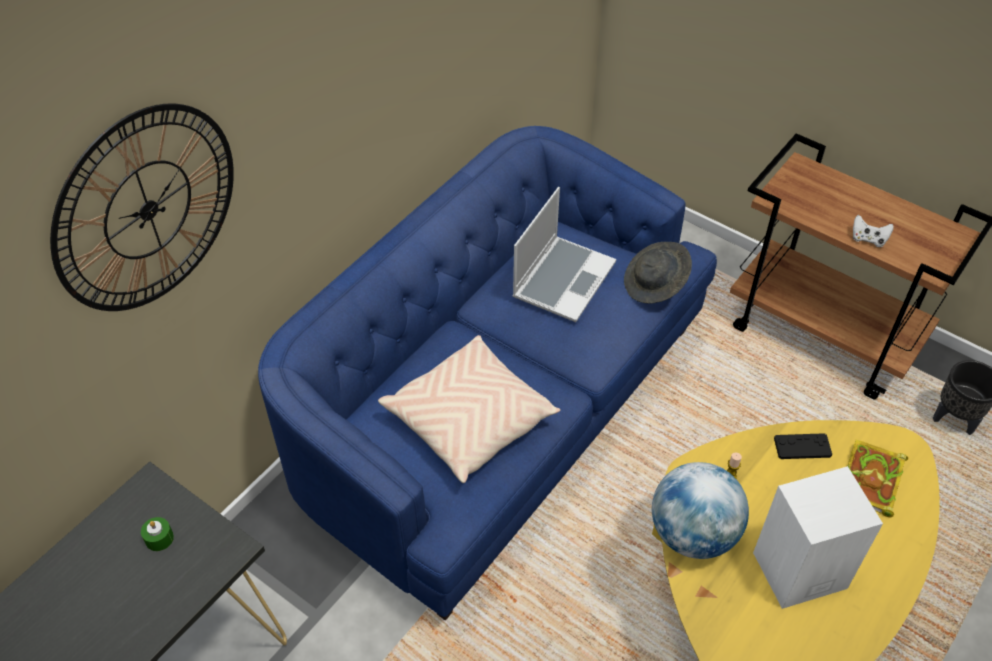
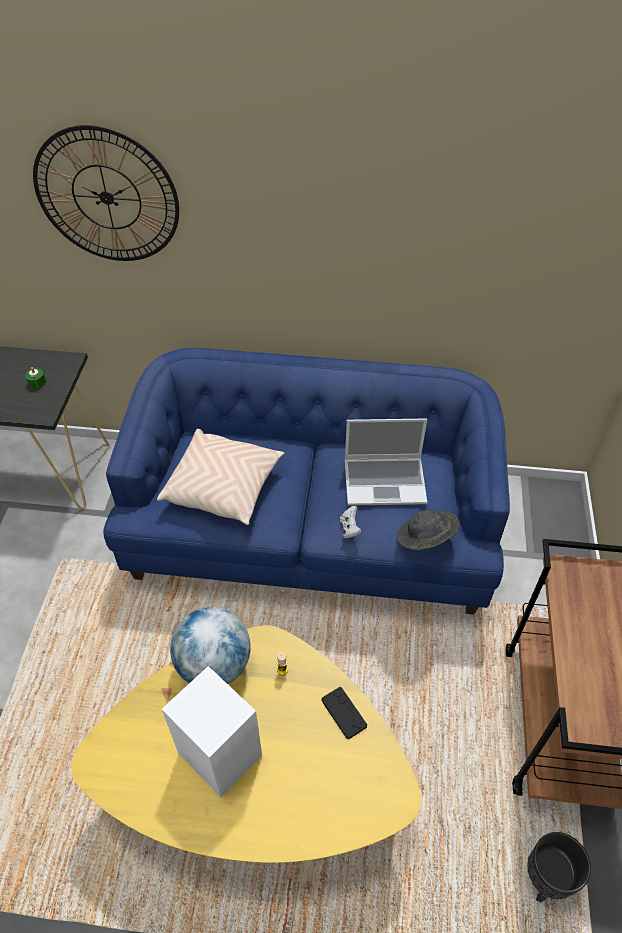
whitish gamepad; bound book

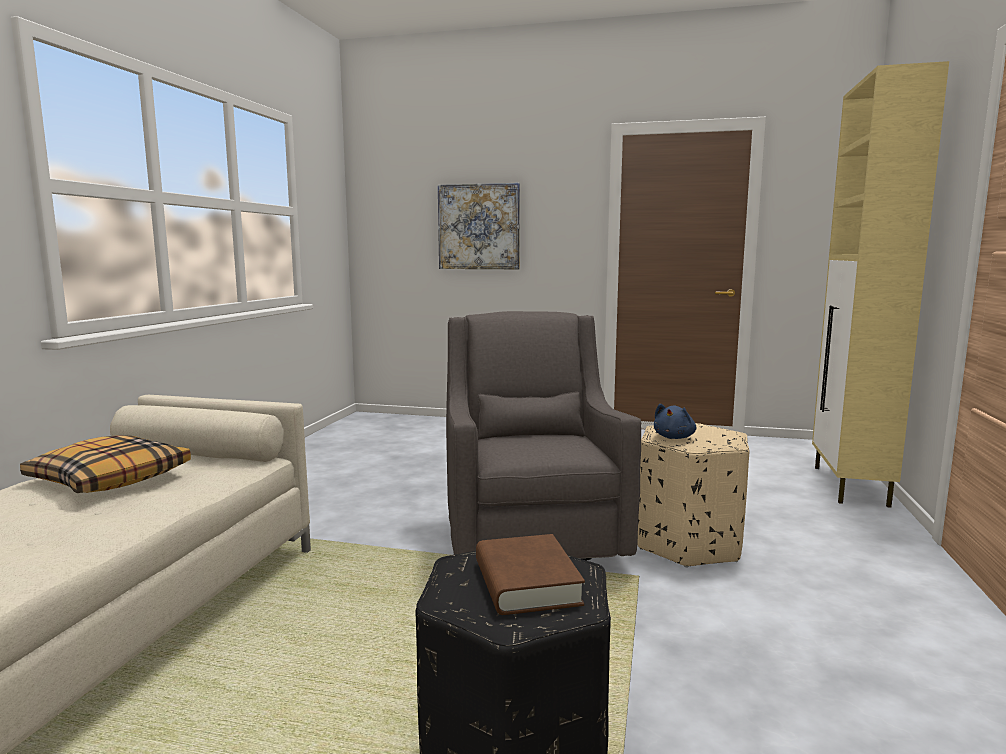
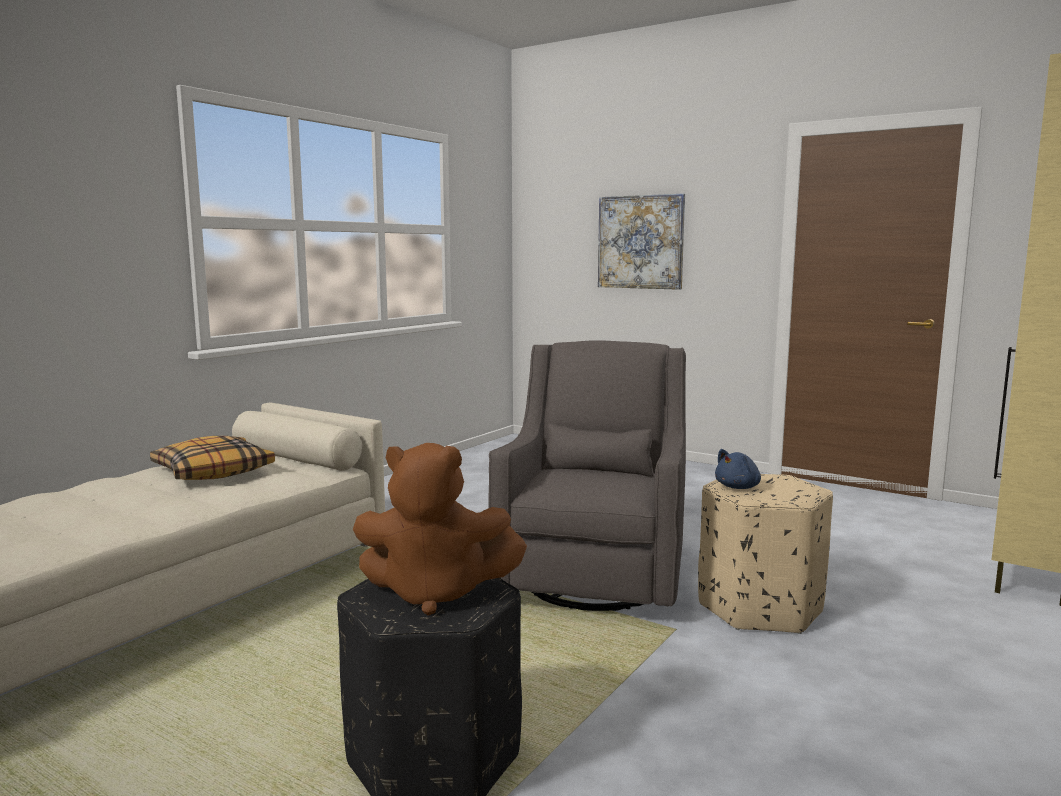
brown-coloured soft toy

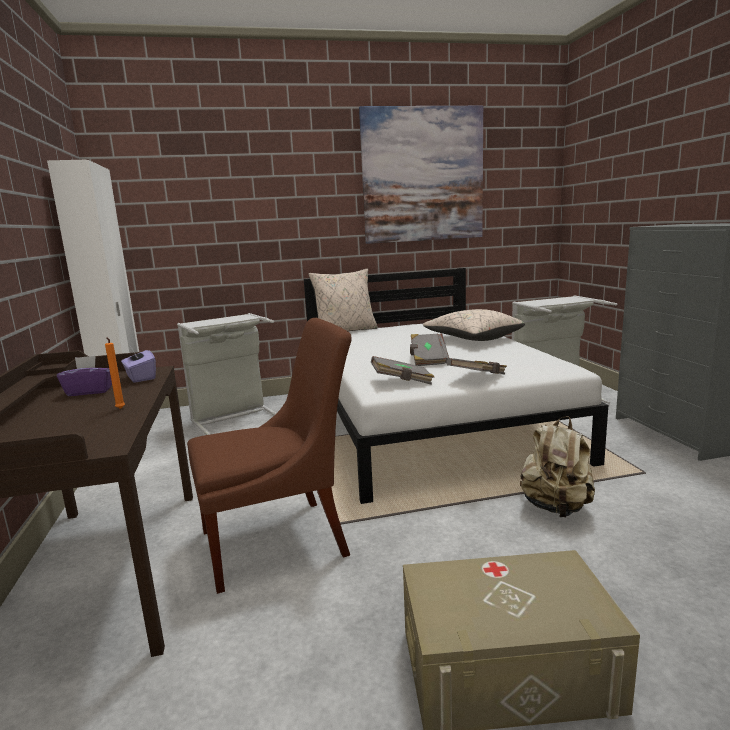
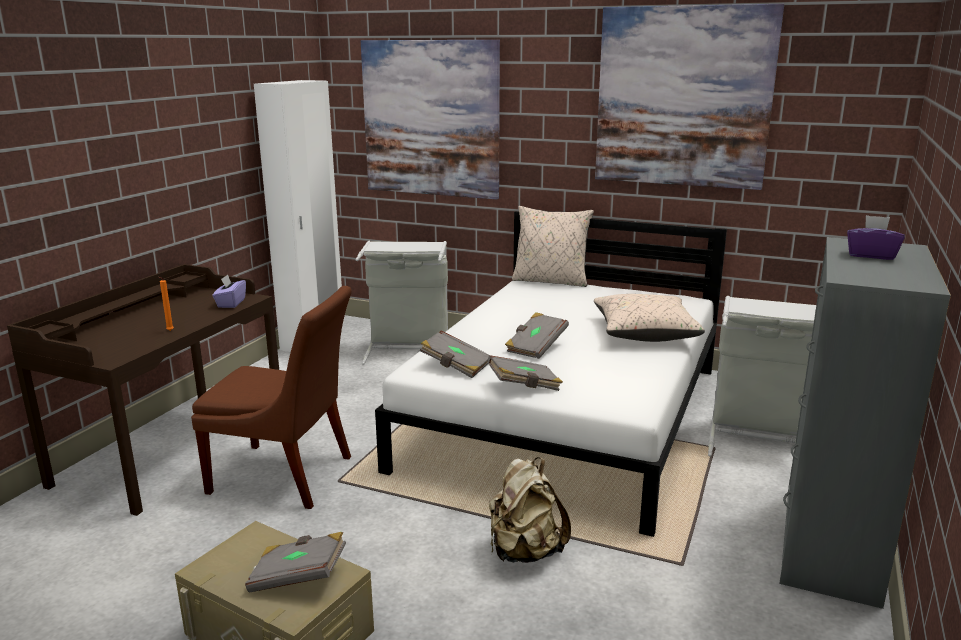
purple-coloured box of tissues (2nd from left); wall art (1st from left); grey bound book (1st from left)

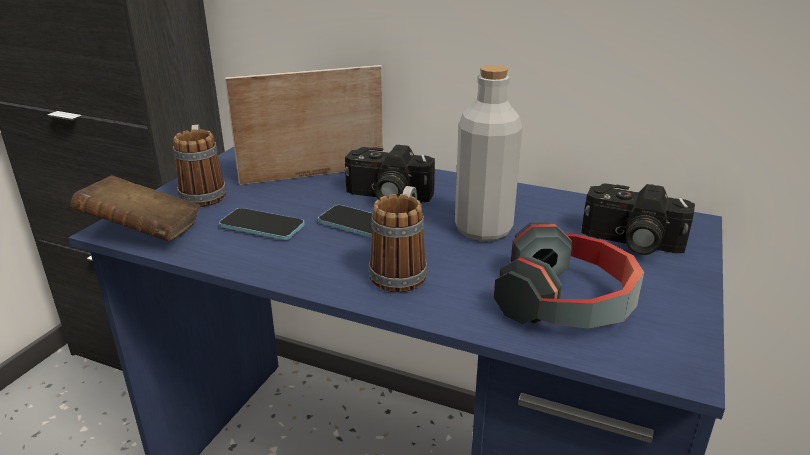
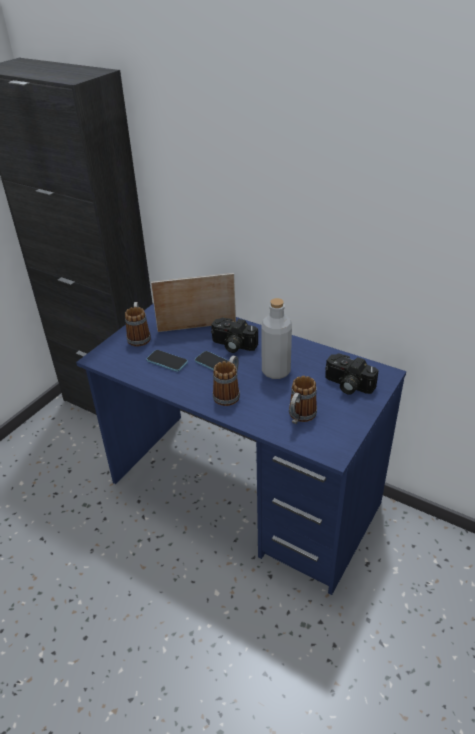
brown-coloured bound book; mug (3rd from left)

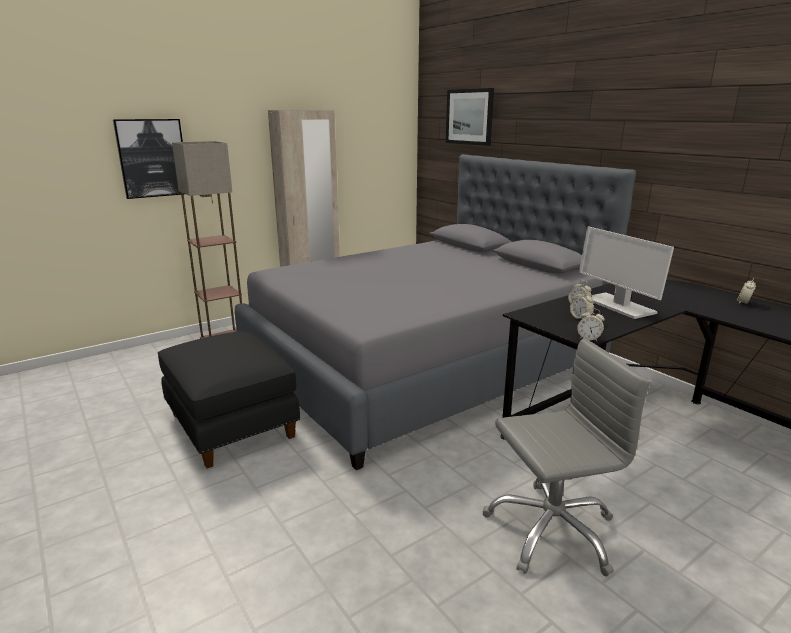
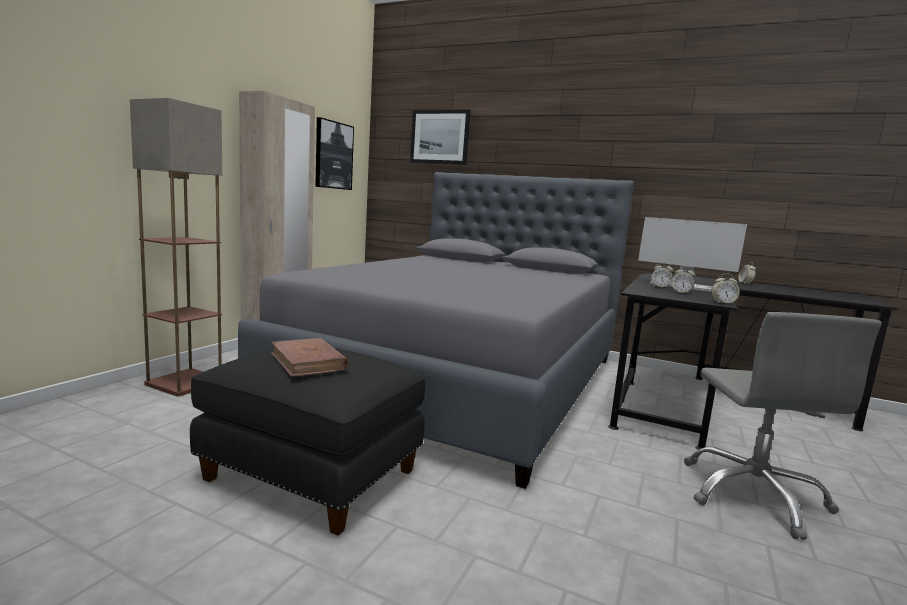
wall art (1st from left); grey computer chair; brown-coloured bound book

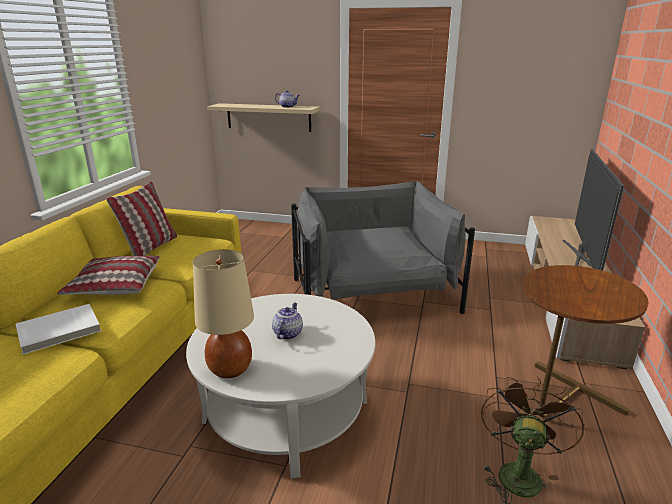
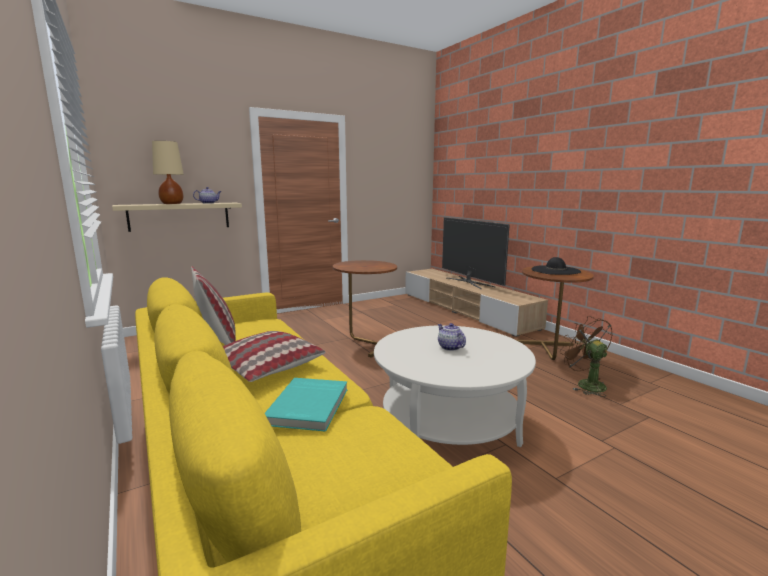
brown-coloured accent table (1st from left); sand-coloured lamp for a table; blue-green bound book; black wearable hat

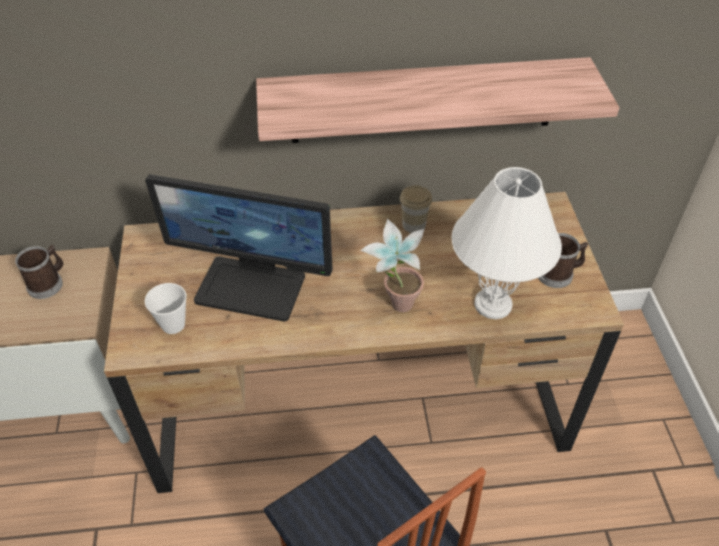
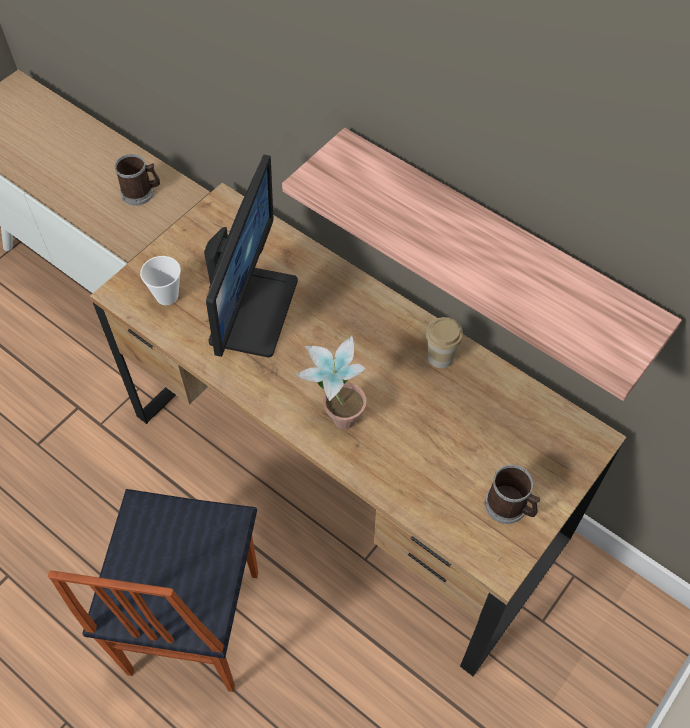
whitish lamp for a table; monitor

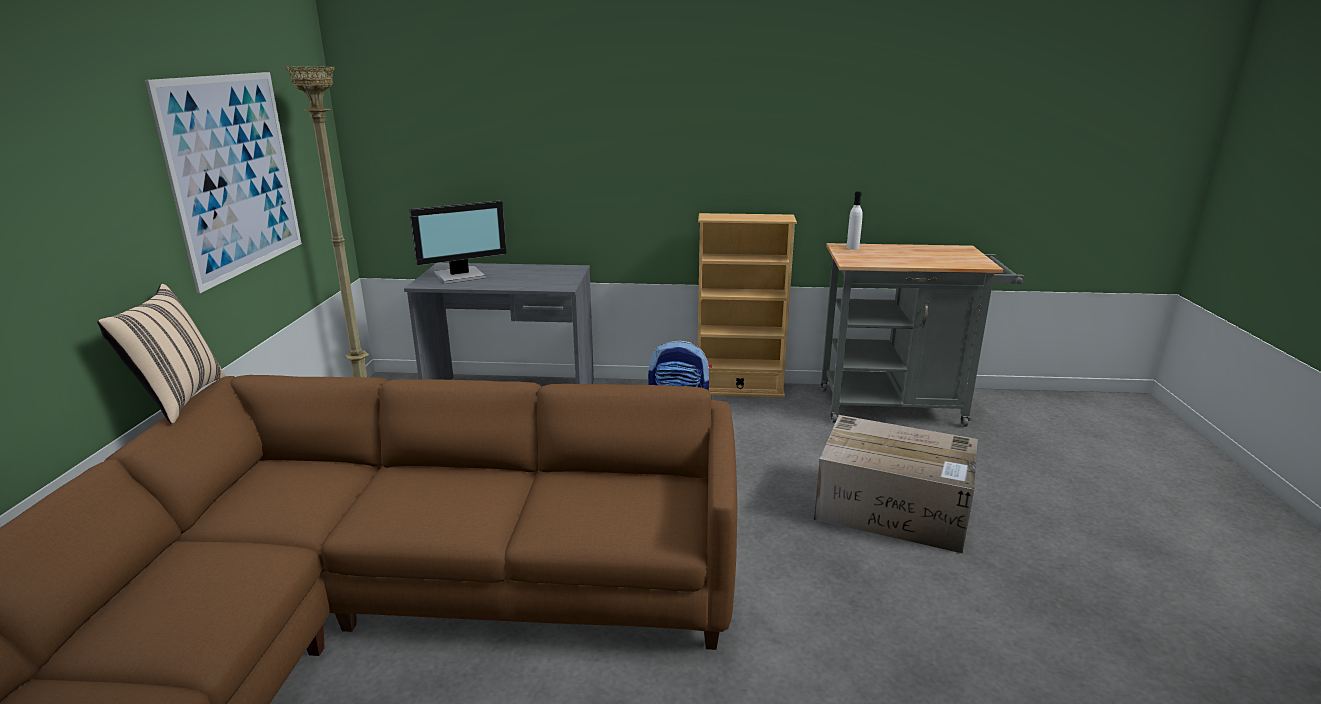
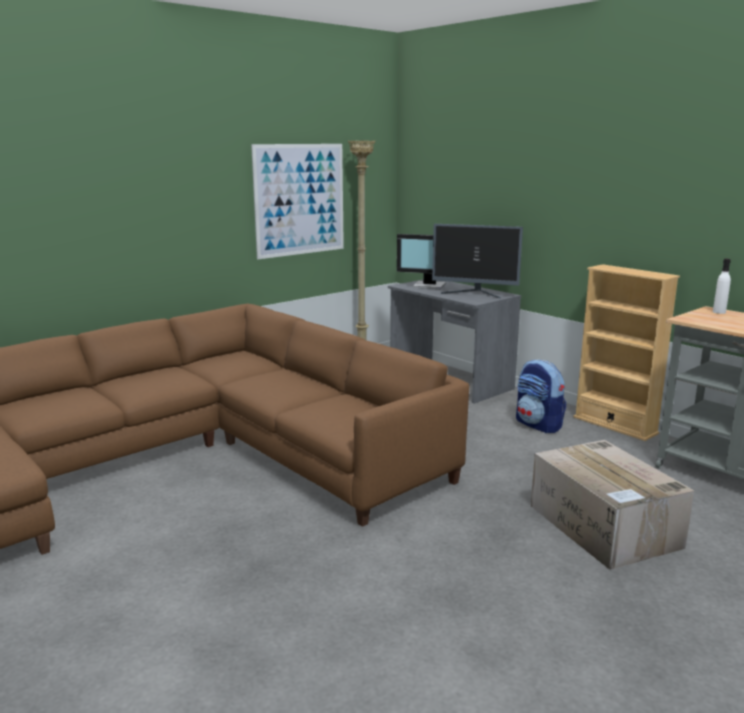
sand-coloured throw pillow; monitor (2nd from left)

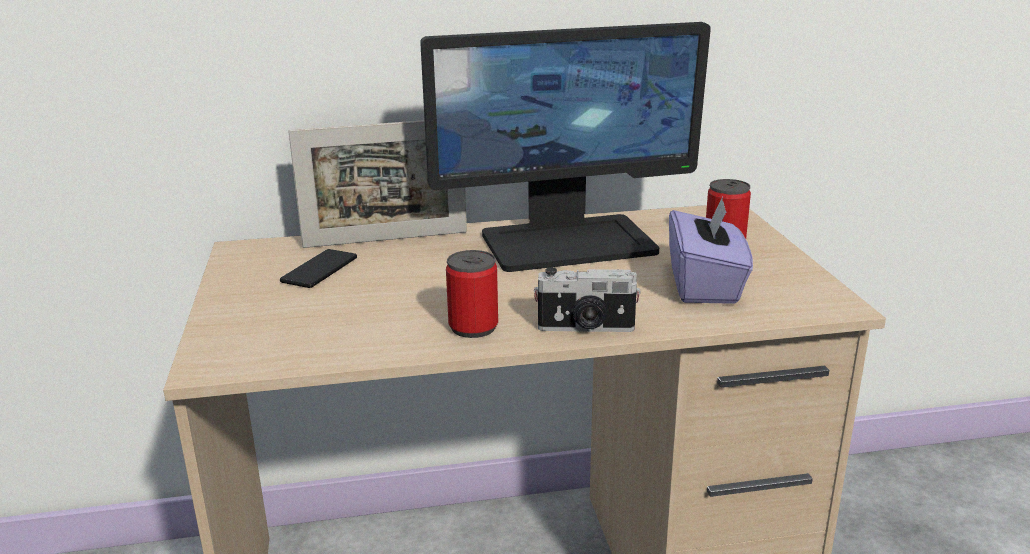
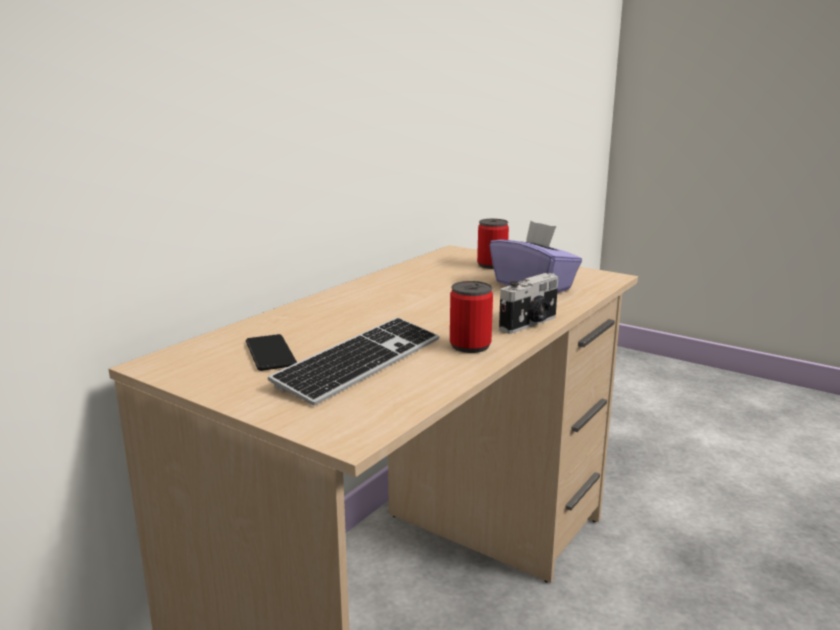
monitor; photo frame; PC keyboard

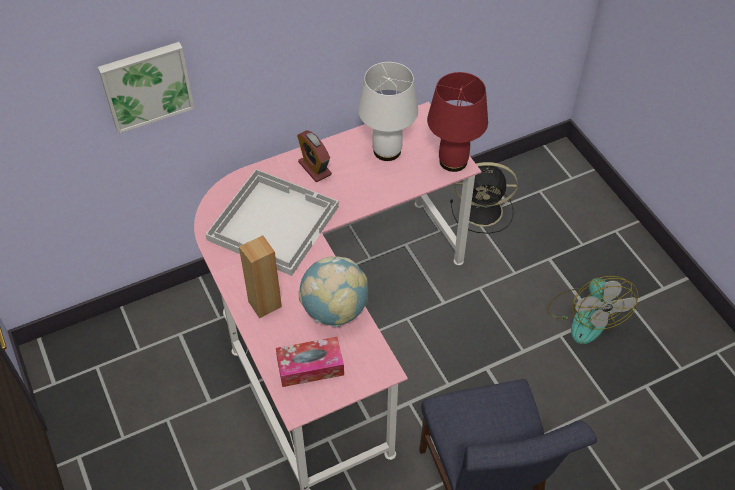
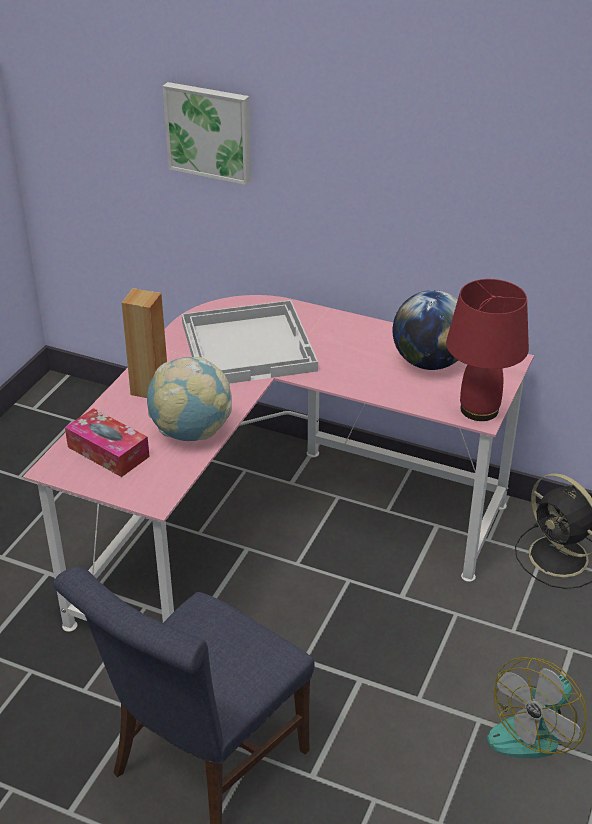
desk globe (2nd from left); bedside clock

